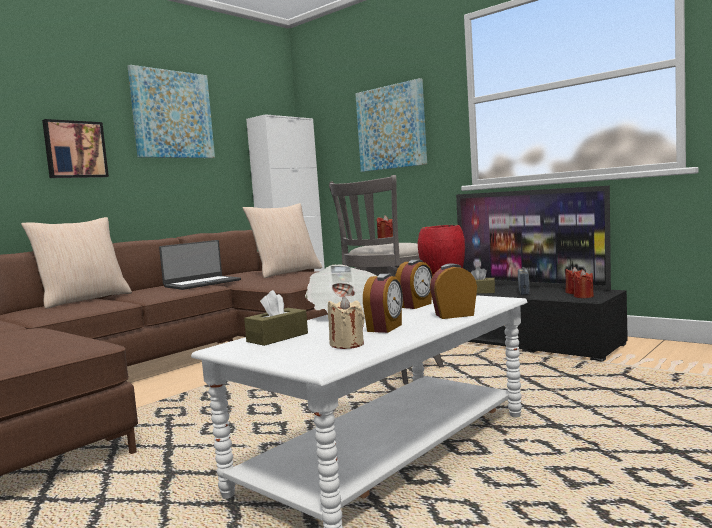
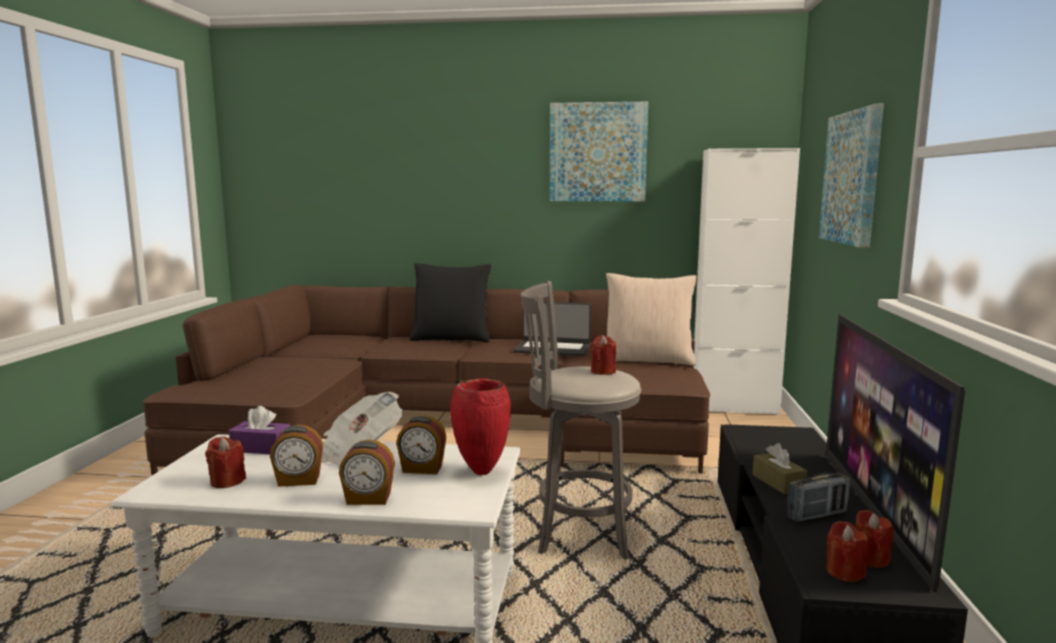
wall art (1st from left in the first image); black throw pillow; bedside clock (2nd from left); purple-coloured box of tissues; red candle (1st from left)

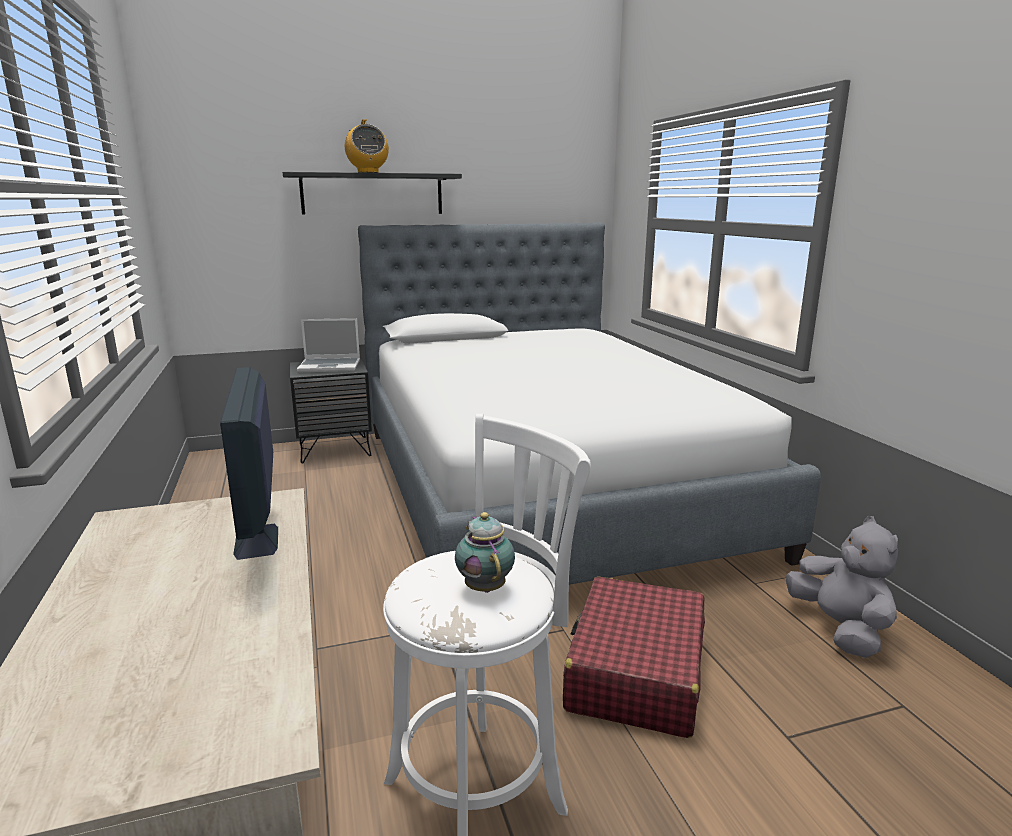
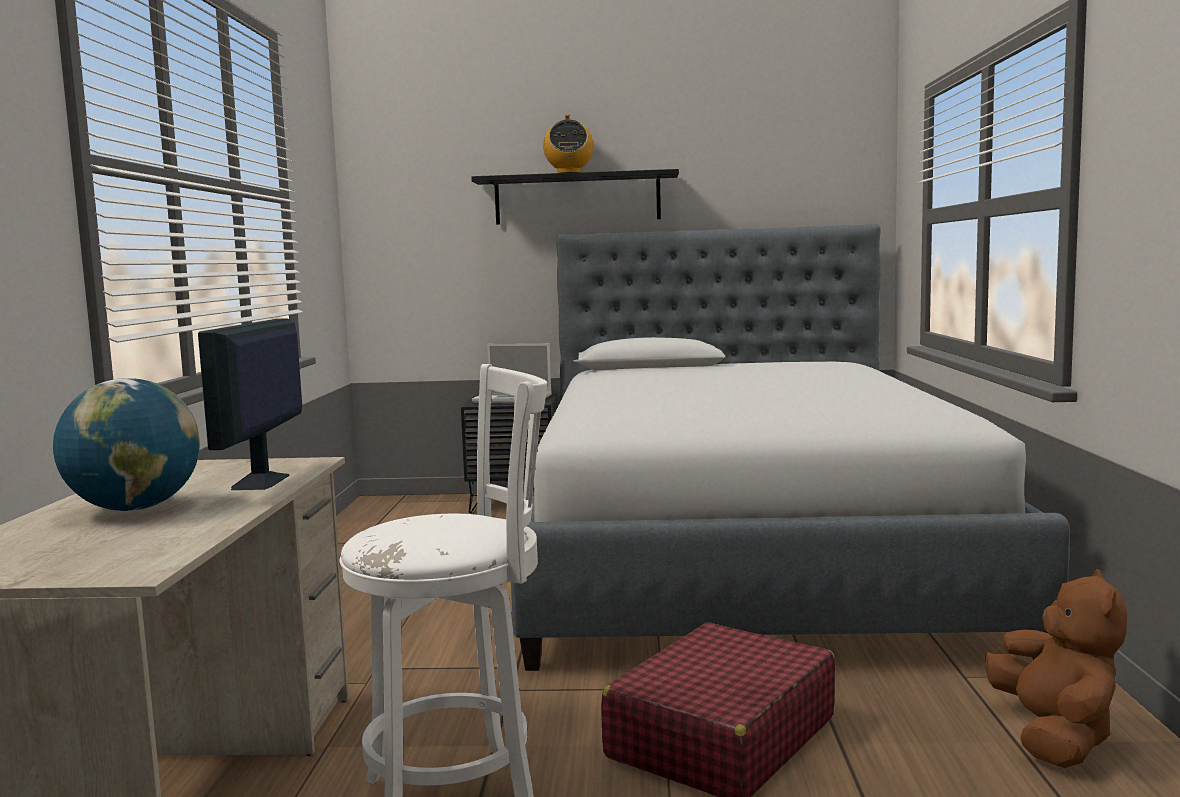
teapot; brown-coloured soft toy; desk globe

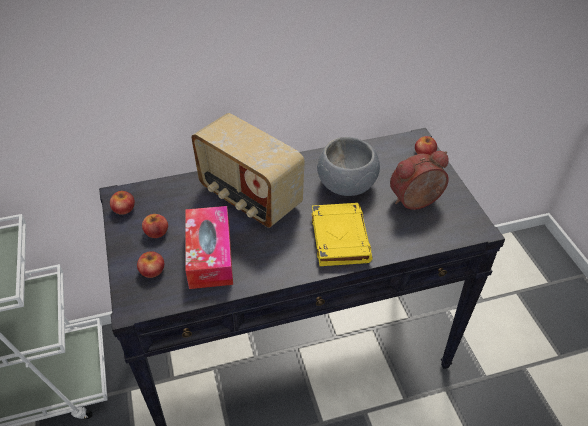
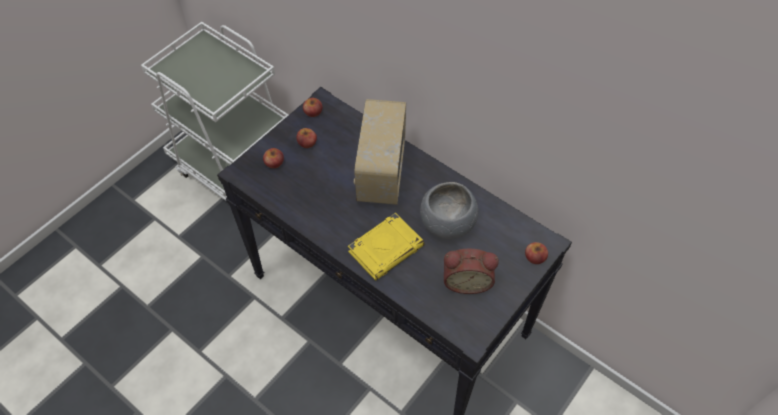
bedside clock; box of tissues

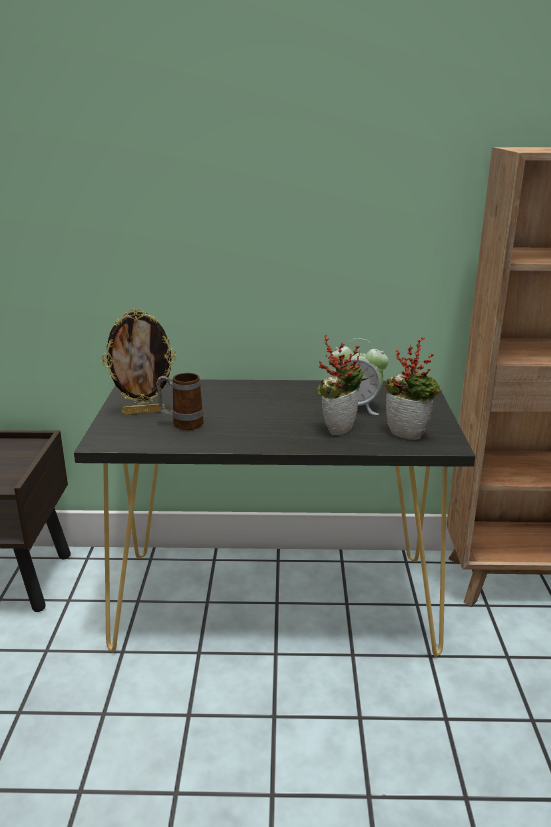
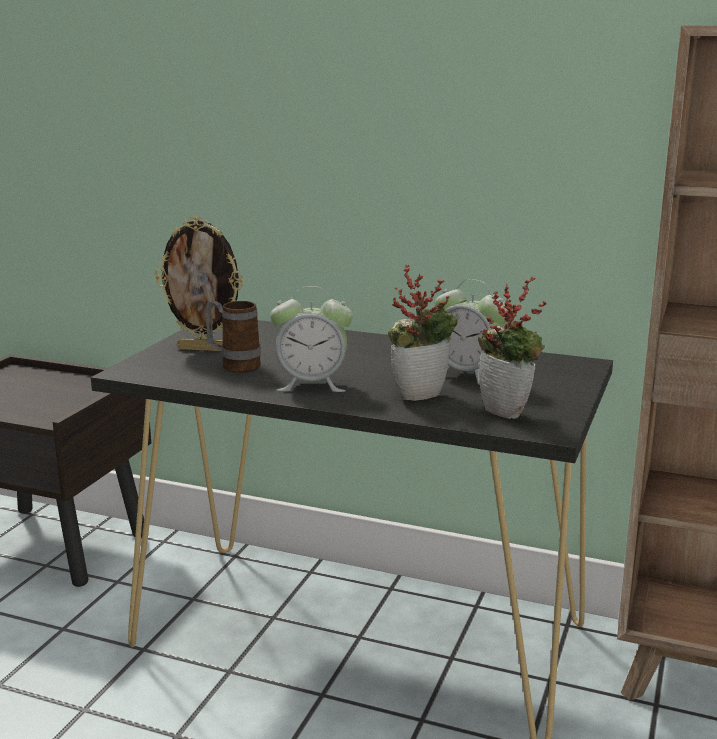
bedside clock (1st from left)

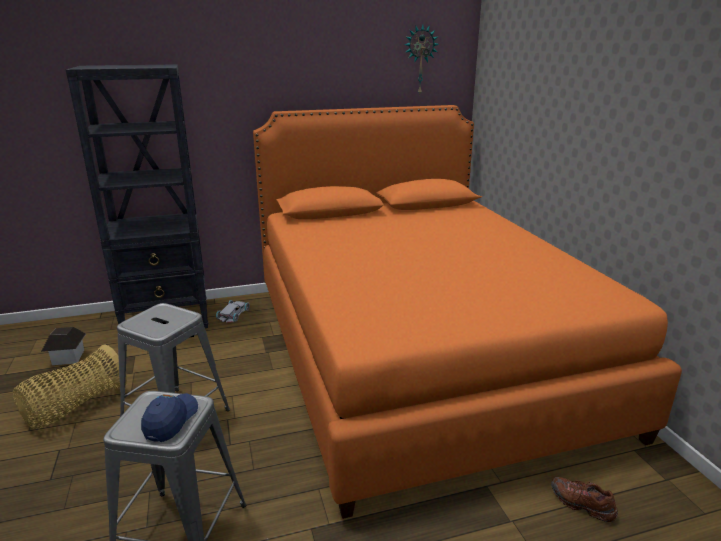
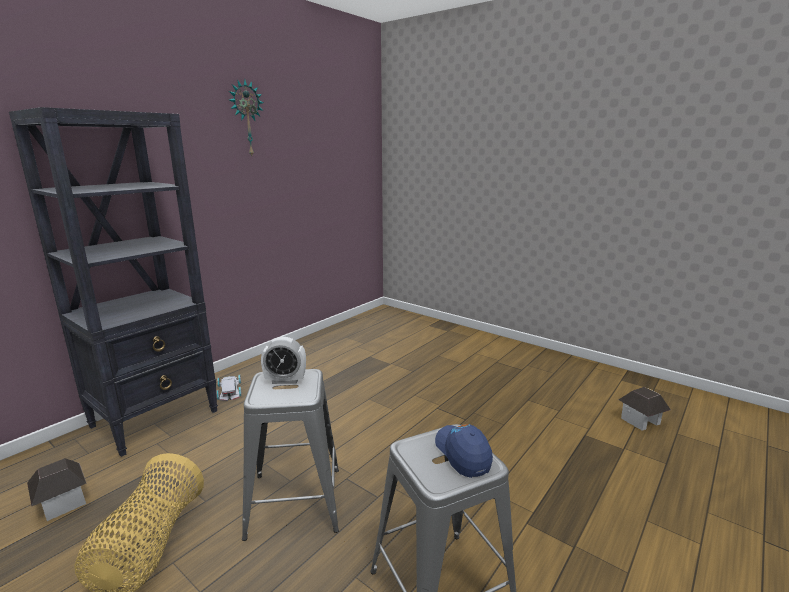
clock on the wall; orangey bedroom bed; model house (2nd from left); bedside clock

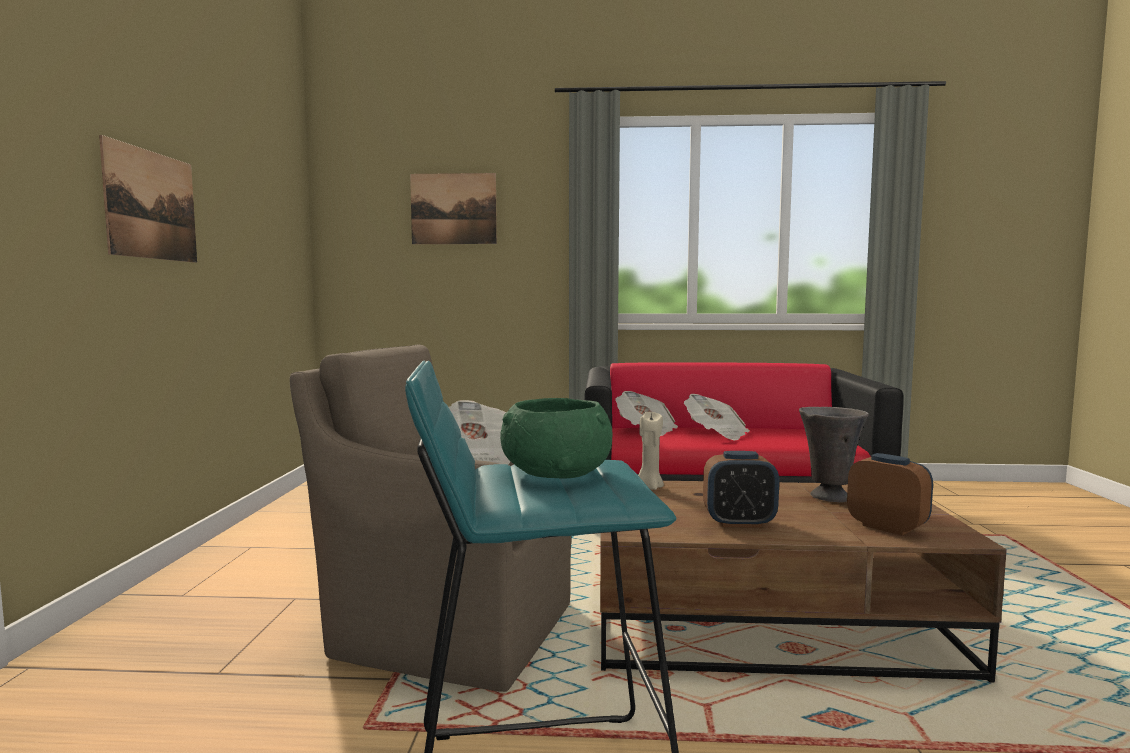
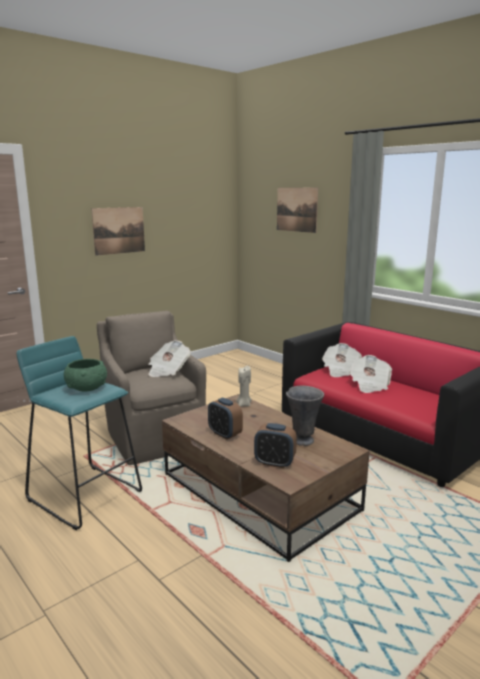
bedside clock (2nd from left)

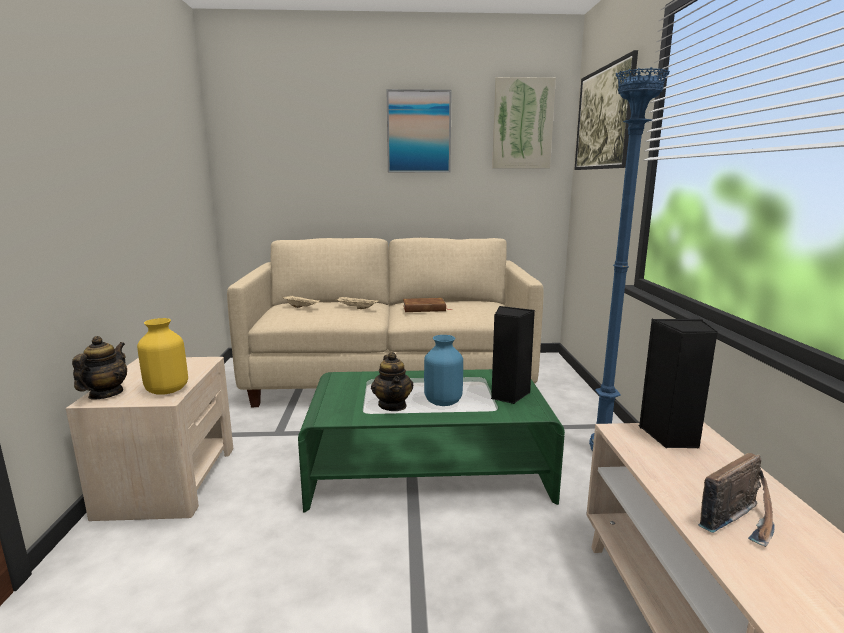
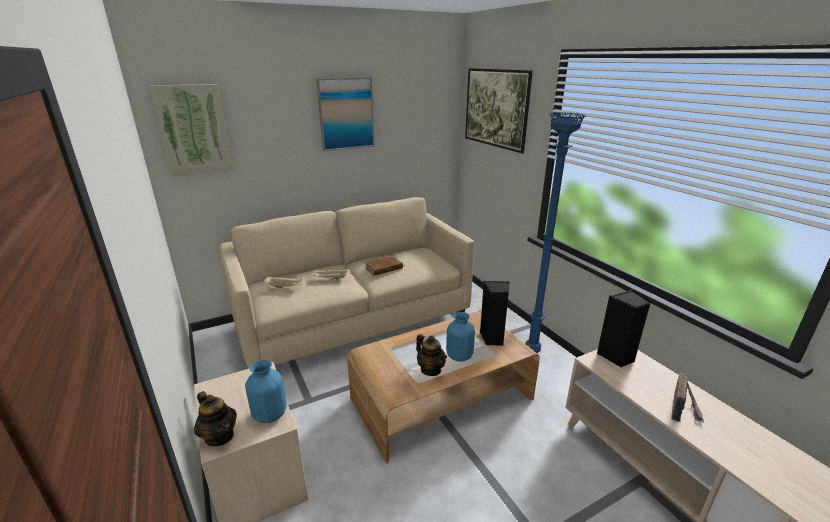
wall art (1st from left); blue decorative vase (1st from left); teapot (1st from left); brown-coloured coffee table

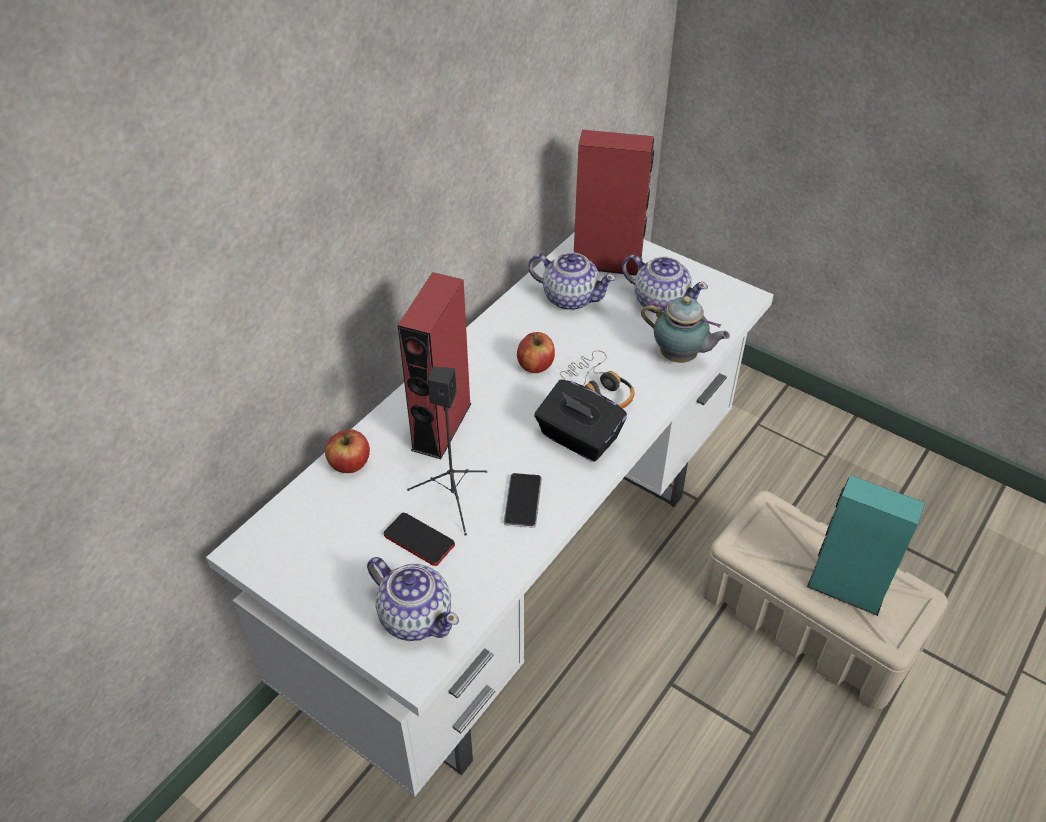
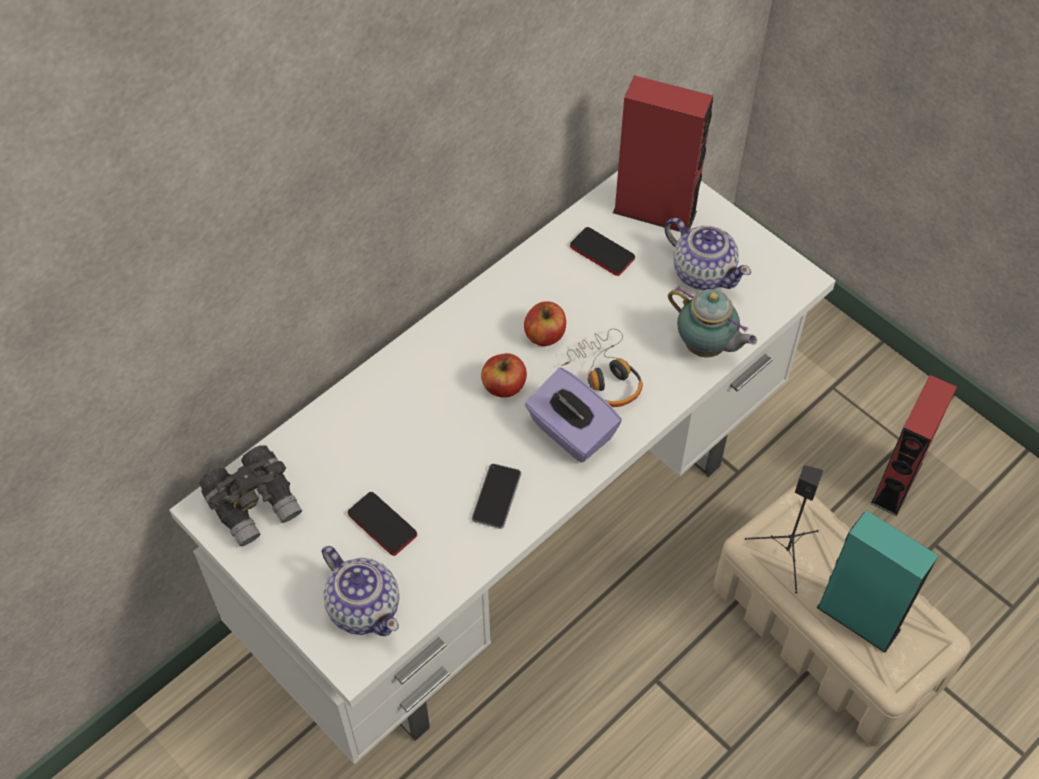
telephone (3rd from left); red speaker (2nd from left); black speaker; purple-coloured box of tissues; apple (1st from left); grey binoculars

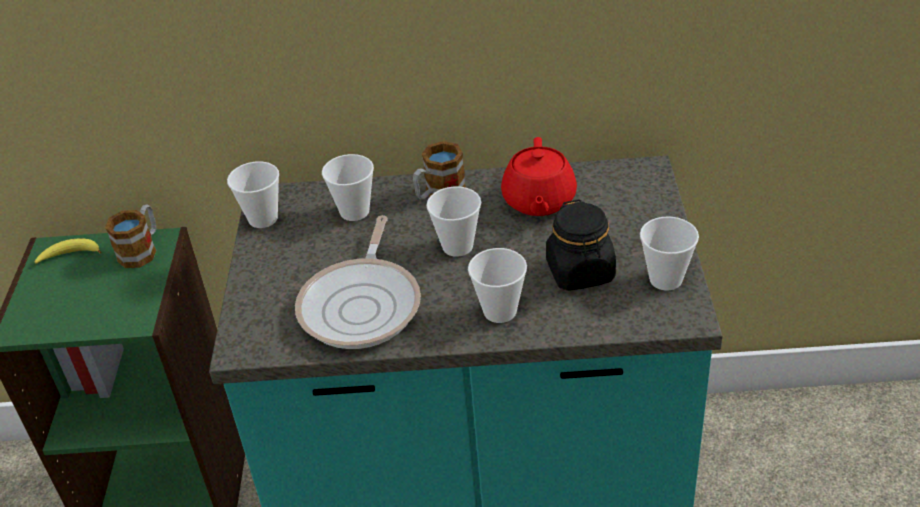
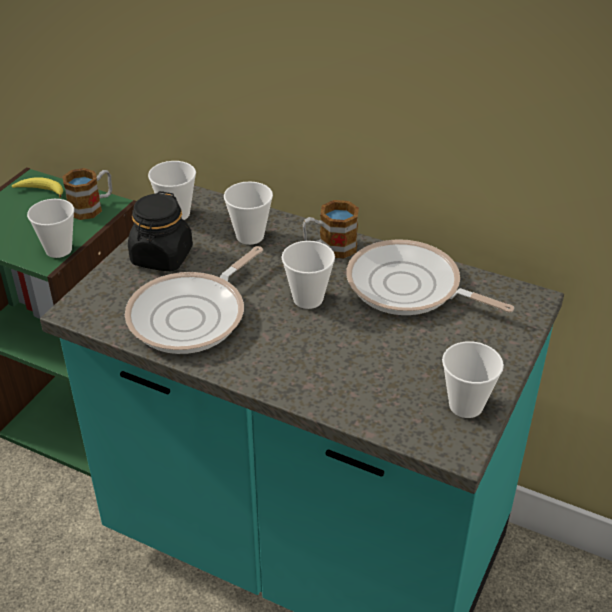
pan (2nd from left); black storage jar; cup (1st from left)

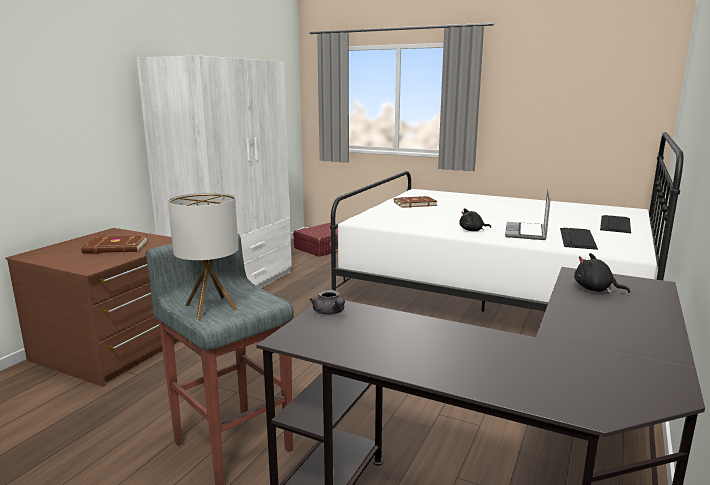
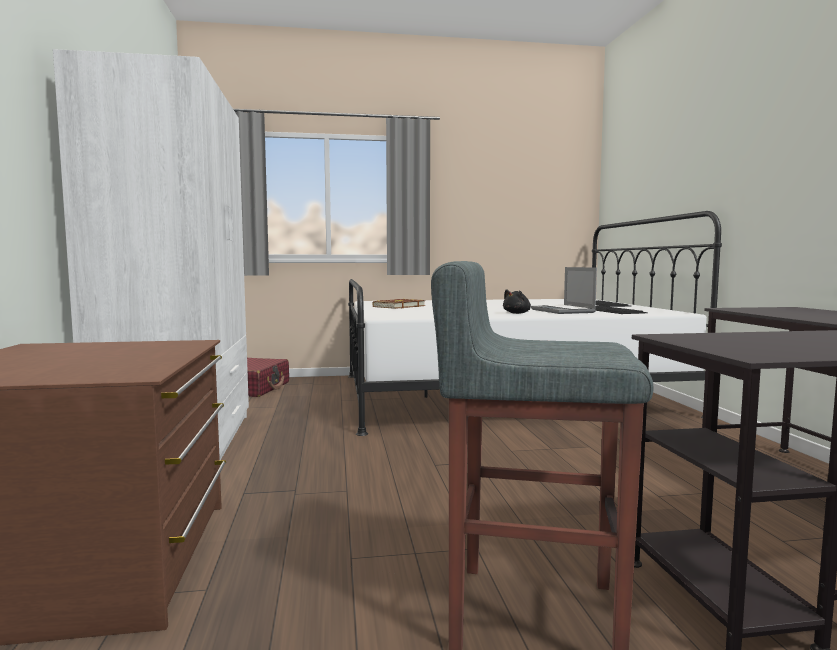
lamp for a table; brown-coloured bound book (1st from left in the first image); black soft toy (2nd from left in the first image); grey teapot

